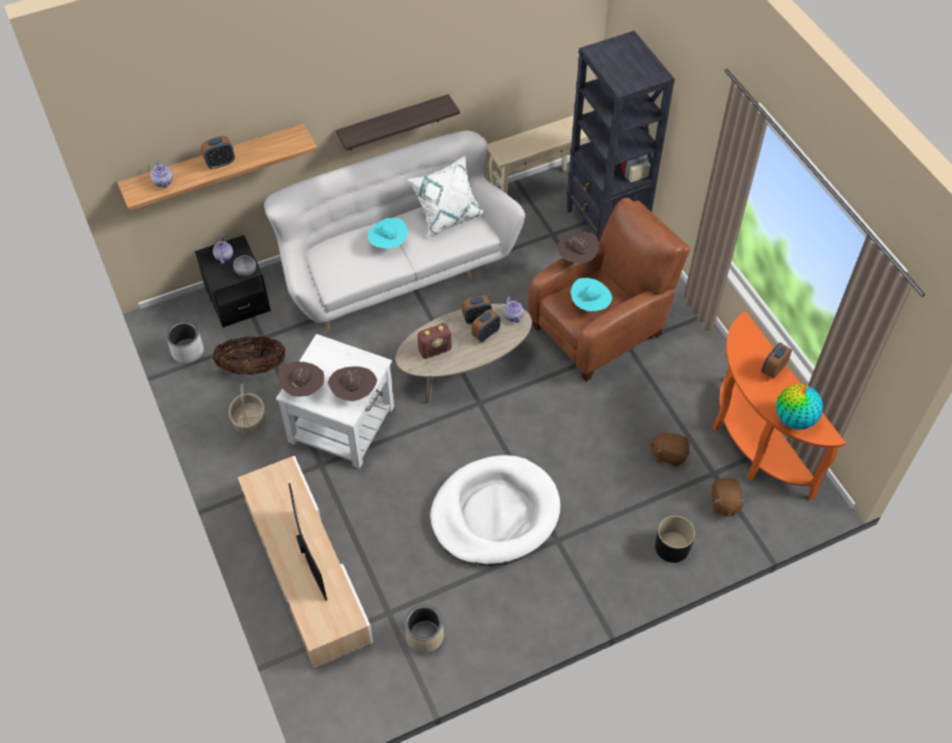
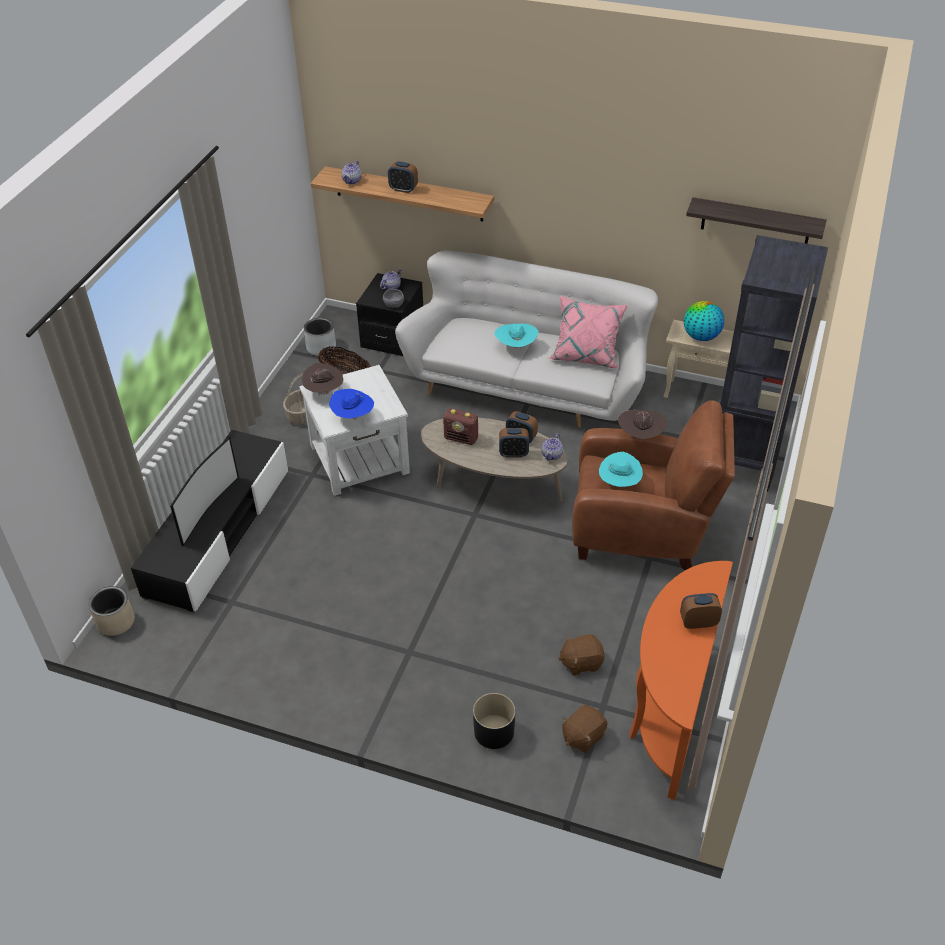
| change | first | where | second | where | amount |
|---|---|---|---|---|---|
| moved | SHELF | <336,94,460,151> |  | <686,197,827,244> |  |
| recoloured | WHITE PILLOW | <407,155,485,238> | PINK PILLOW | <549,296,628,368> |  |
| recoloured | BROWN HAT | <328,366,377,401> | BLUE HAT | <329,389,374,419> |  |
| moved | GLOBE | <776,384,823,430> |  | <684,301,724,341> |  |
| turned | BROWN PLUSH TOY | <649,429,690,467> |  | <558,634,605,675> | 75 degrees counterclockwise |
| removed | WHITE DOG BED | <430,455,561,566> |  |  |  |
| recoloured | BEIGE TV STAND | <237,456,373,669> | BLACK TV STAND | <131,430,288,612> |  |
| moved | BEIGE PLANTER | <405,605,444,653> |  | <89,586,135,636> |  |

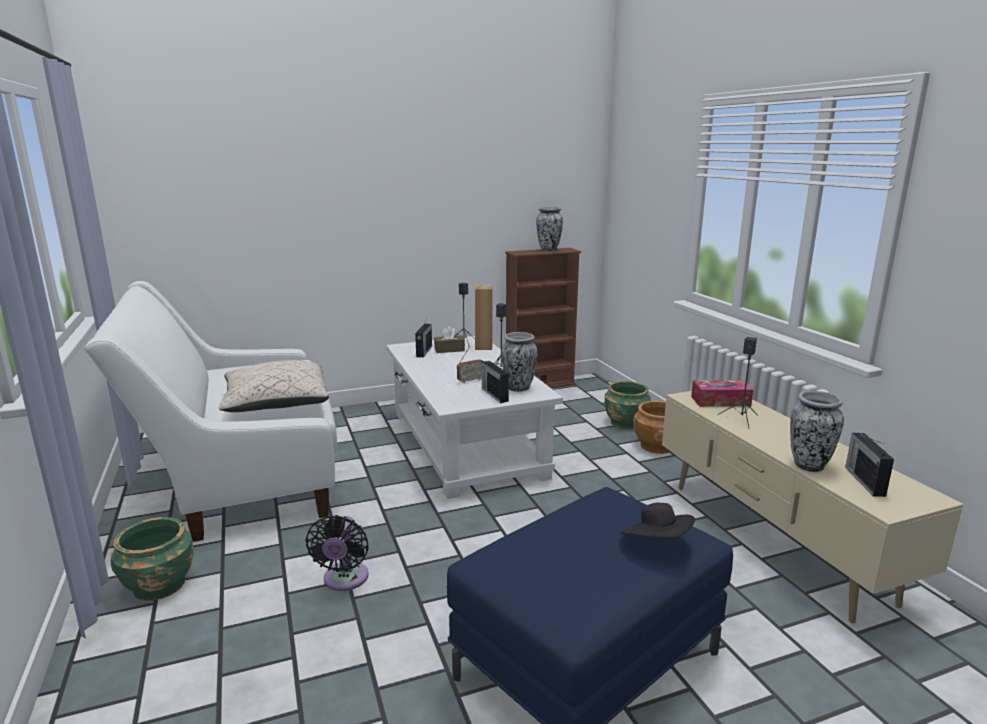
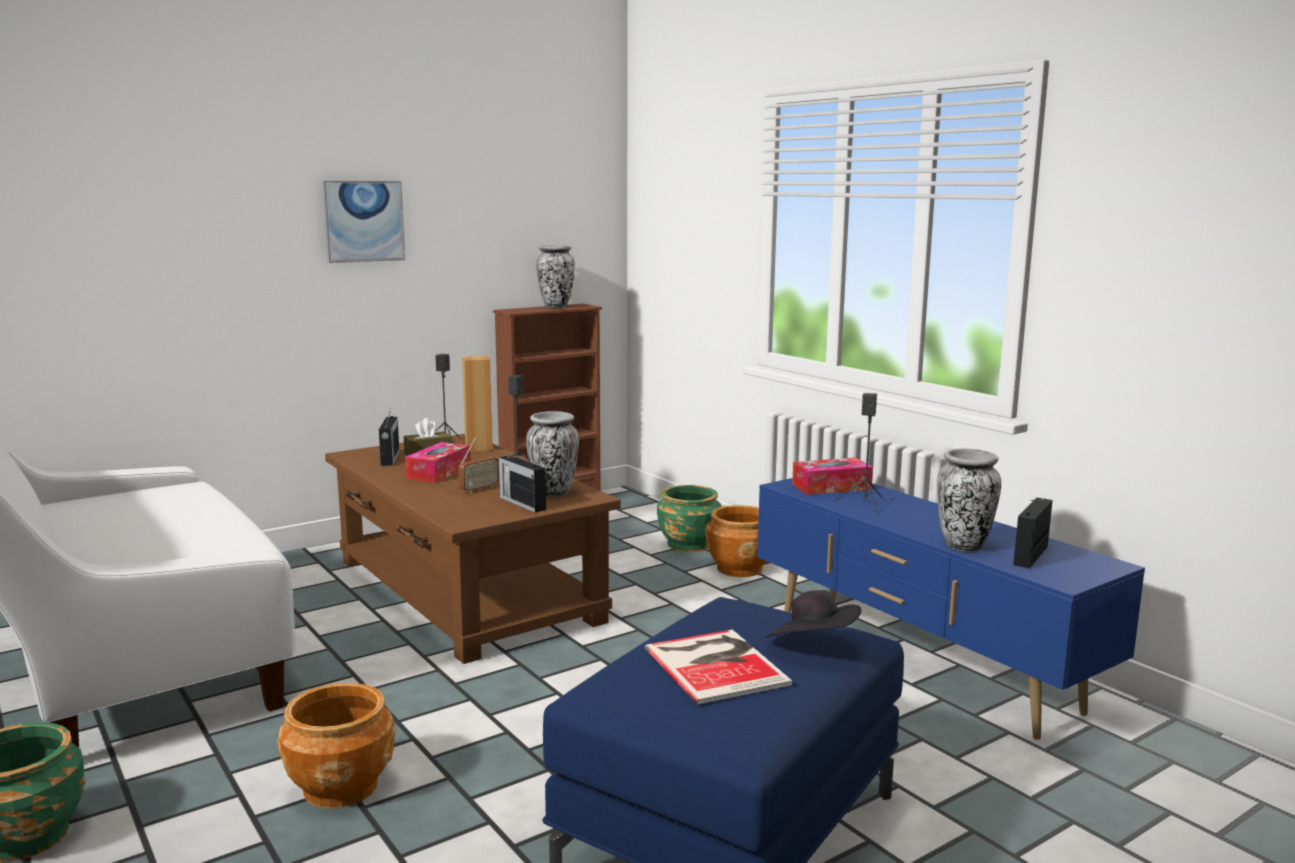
| change | first | where | second | where | amount |
|---|---|---|---|---|---|
| recoloured | WHITE COFFEE TABLE | <386,336,563,499> | BROWN COFFEE TABLE | <325,434,621,664> |  |
| removed | BEIGE PILLOW | <219,360,329,412> |  |  |  |
| recoloured | BEIGE TV STAND | <662,391,964,623> | BLUE TV STAND | <757,478,1145,740> |  |
| turned | RADIO | <845,433,894,497> |  | <1013,498,1053,568> | 45 degrees clockwise |
| replaced | BLACK FAN | <305,515,369,591> | BROWN PLANTER | <277,683,395,808> |  |
| added |  |  | PICTURE | <322,181,405,263> |  |
| added |  |  | TISSUE BOX | <405,442,470,483> |  |
| added |  |  | BOOK | <645,629,792,704> |  |

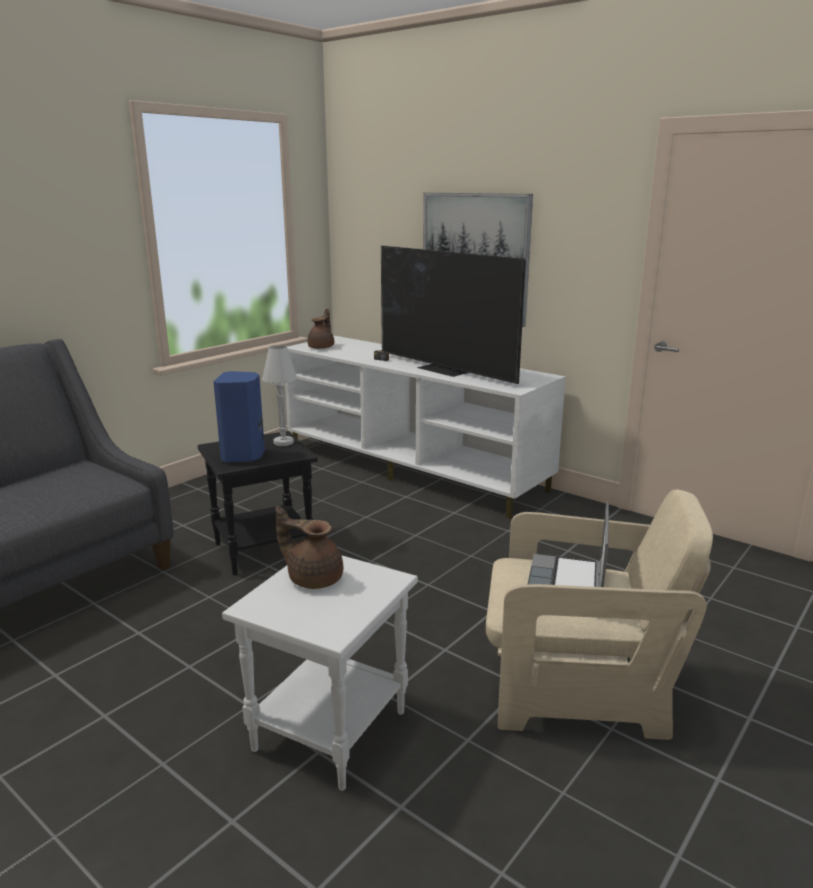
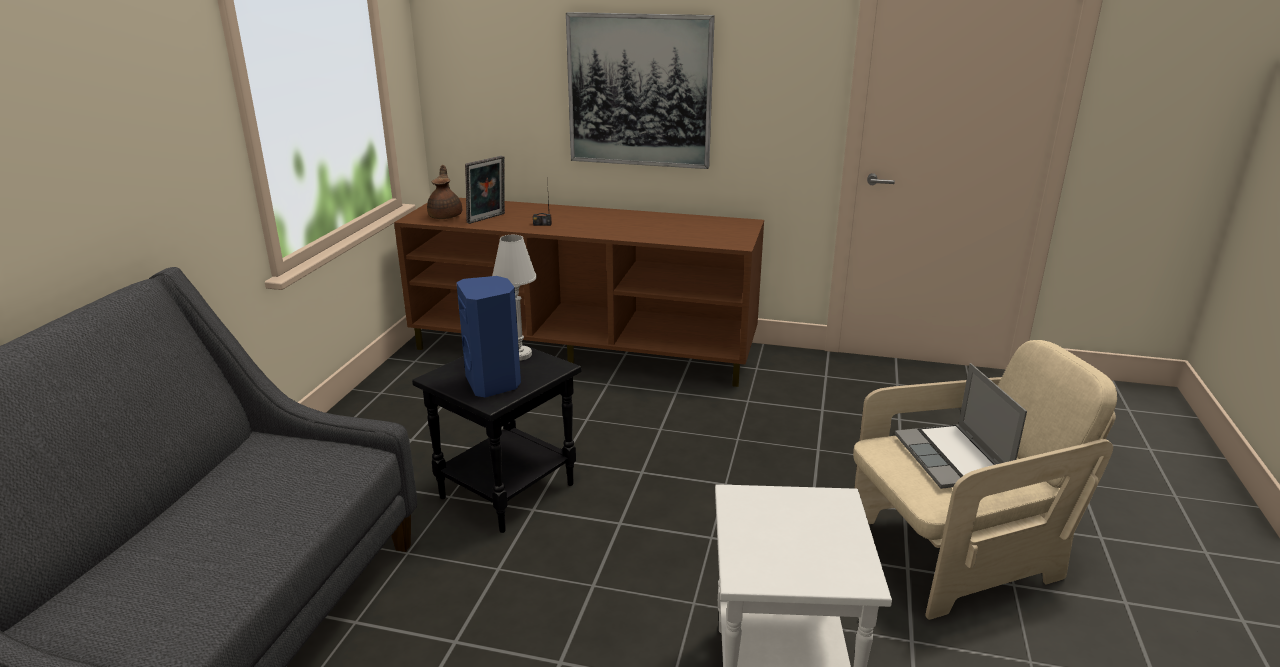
| change | first | where | second | where | amount |
|---|---|---|---|---|---|
| removed | TELEVISION | <381,246,526,384> |  |  |  |
| recoloured | WHITE TV STAND | <285,336,566,519> | BROWN TV STAND | <394,198,764,387> |  |
| removed | BROWN TEAPOT | <276,506,343,589> |  |  |  |
| added |  |  | PICTURE FRAME | <465,156,505,224> |  |

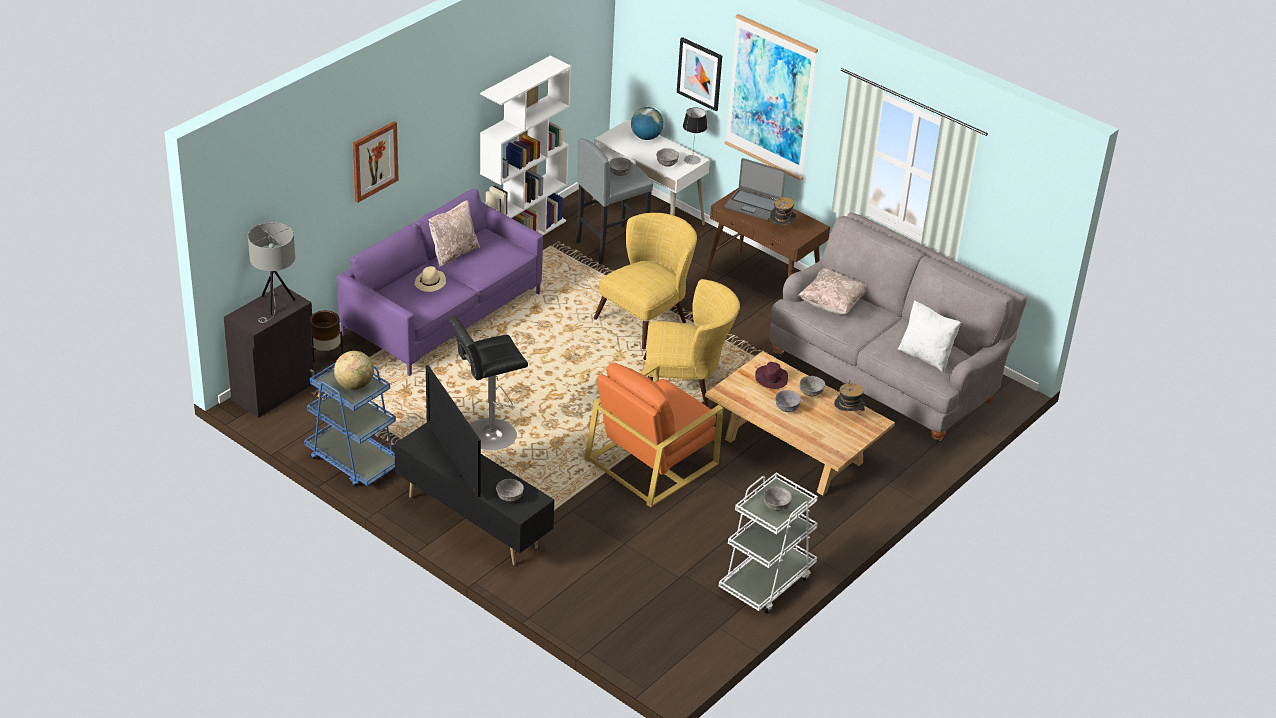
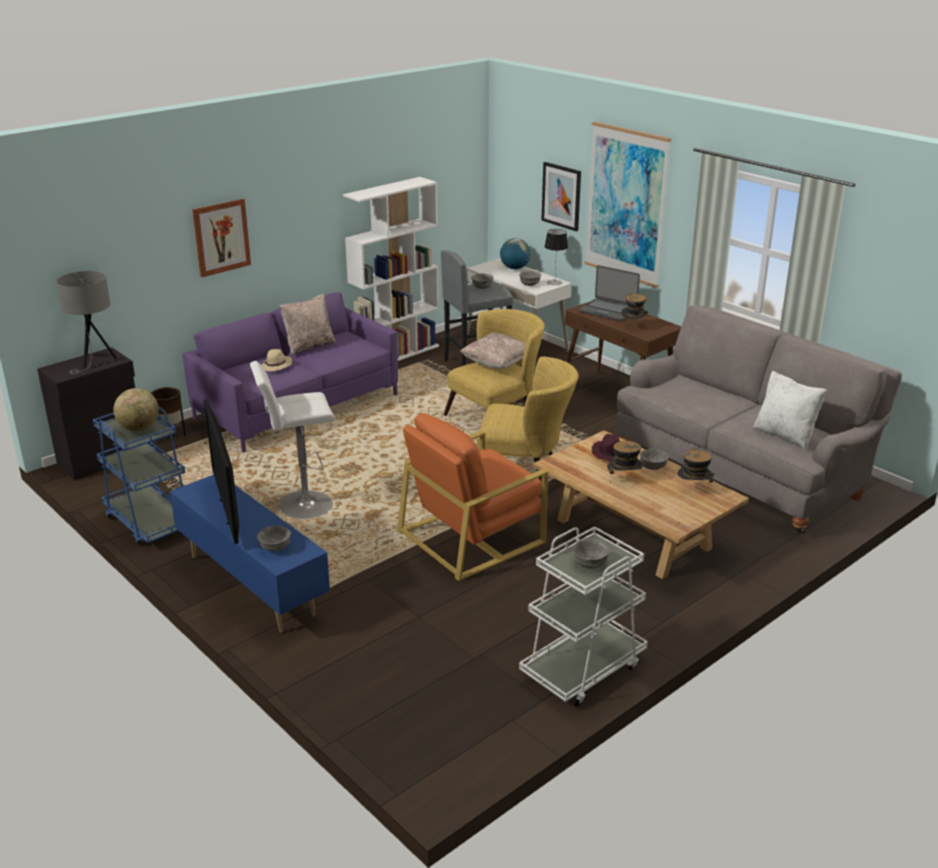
| change | first | where | second | where | amount |
|---|---|---|---|---|---|
| moved | BEIGE PILLOW | <798,268,868,315> |  | <460,333,526,369> |  |
| recoloured | BLACK STOOL | <449,316,528,451> | WHITE STOOL | <250,361,335,519> |  |
| replaced | GREY BOWL | <775,390,801,412> | HAT | <607,441,643,483> |  |
| recoloured | BLACK TV STAND | <394,422,554,565> | BLUE TV STAND | <170,475,330,633> |  |

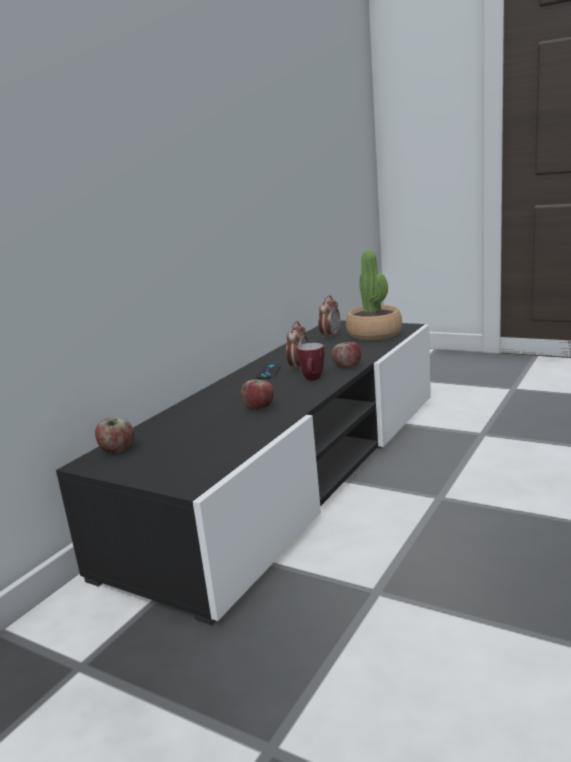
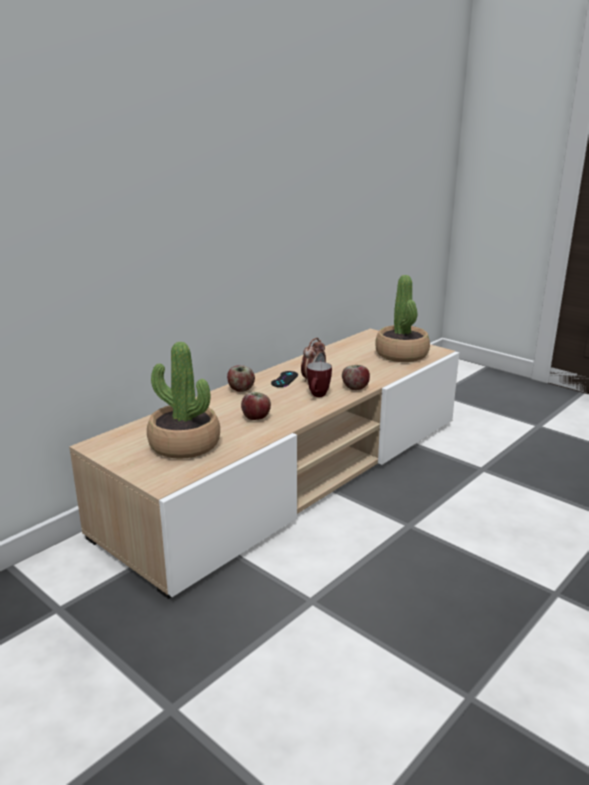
| change | first | where | second | where | amount |
|---|---|---|---|---|---|
| removed | ALARM CLOCK | <318,296,340,339> |  |  |  |
| recoloured | BLACK TV STAND | <56,320,431,625> | BEIGE TV STAND | <69,329,459,599> |  |
| moved | APPLE | <95,417,134,453> |  | <227,365,255,392> |  |
| added |  |  | POTTED PLANT | <147,342,220,459> |  |

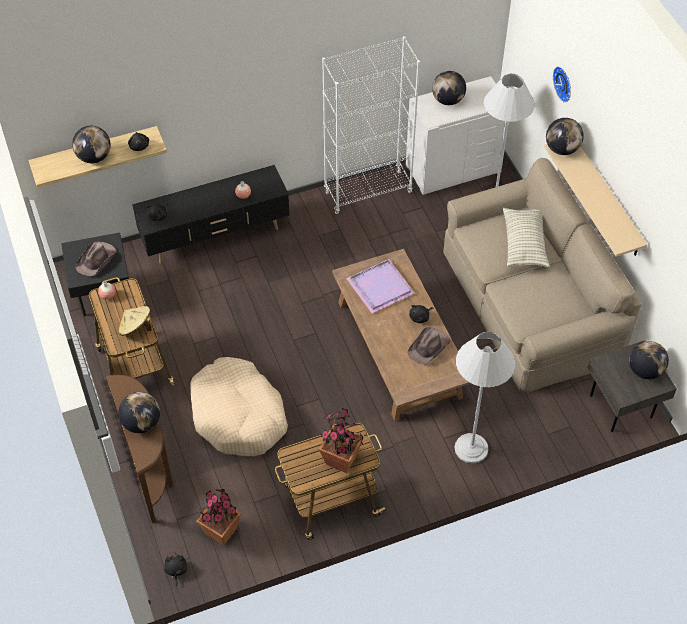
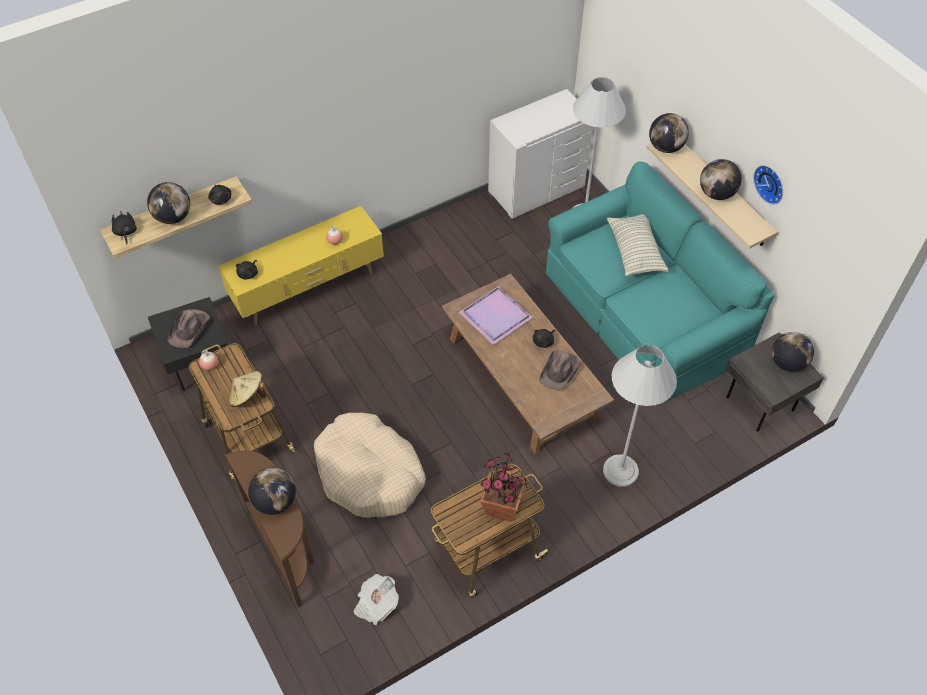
| change | first | where | second | where | amount |
|---|---|---|---|---|---|
| removed | WHITE BOOKCASE | <322,36,420,214> |  |  |  |
| moved | WALL CLOCK | <553,66,571,103> |  | <753,165,783,205> |  |
| moved | GLOBE | <432,71,466,105> |  | <700,159,742,200> |  |
| recoloured | BEIGE SOFA | <443,158,642,392> | TURQUOISE SOFA | <546,161,774,403> |  |
| recoloured | BLACK TV STAND | <132,165,289,264> | YELLOW TV STAND | <218,206,384,325> |  |
| replaced | POTTED PLANT | <196,489,241,546> | NEWSPAPER | <354,574,399,625> |  |
| moved | BLACK PLUSH TOY | <164,552,187,587> |  | <112,211,137,245> |  |

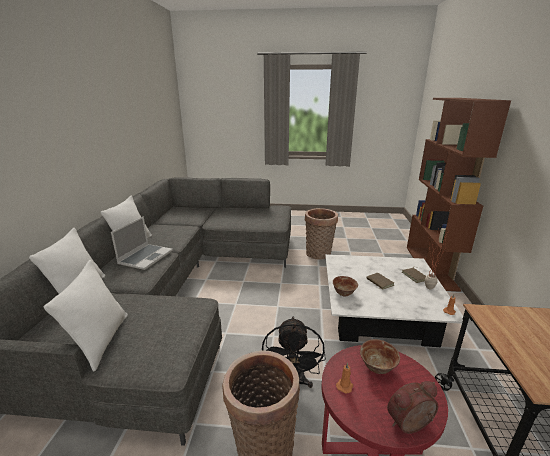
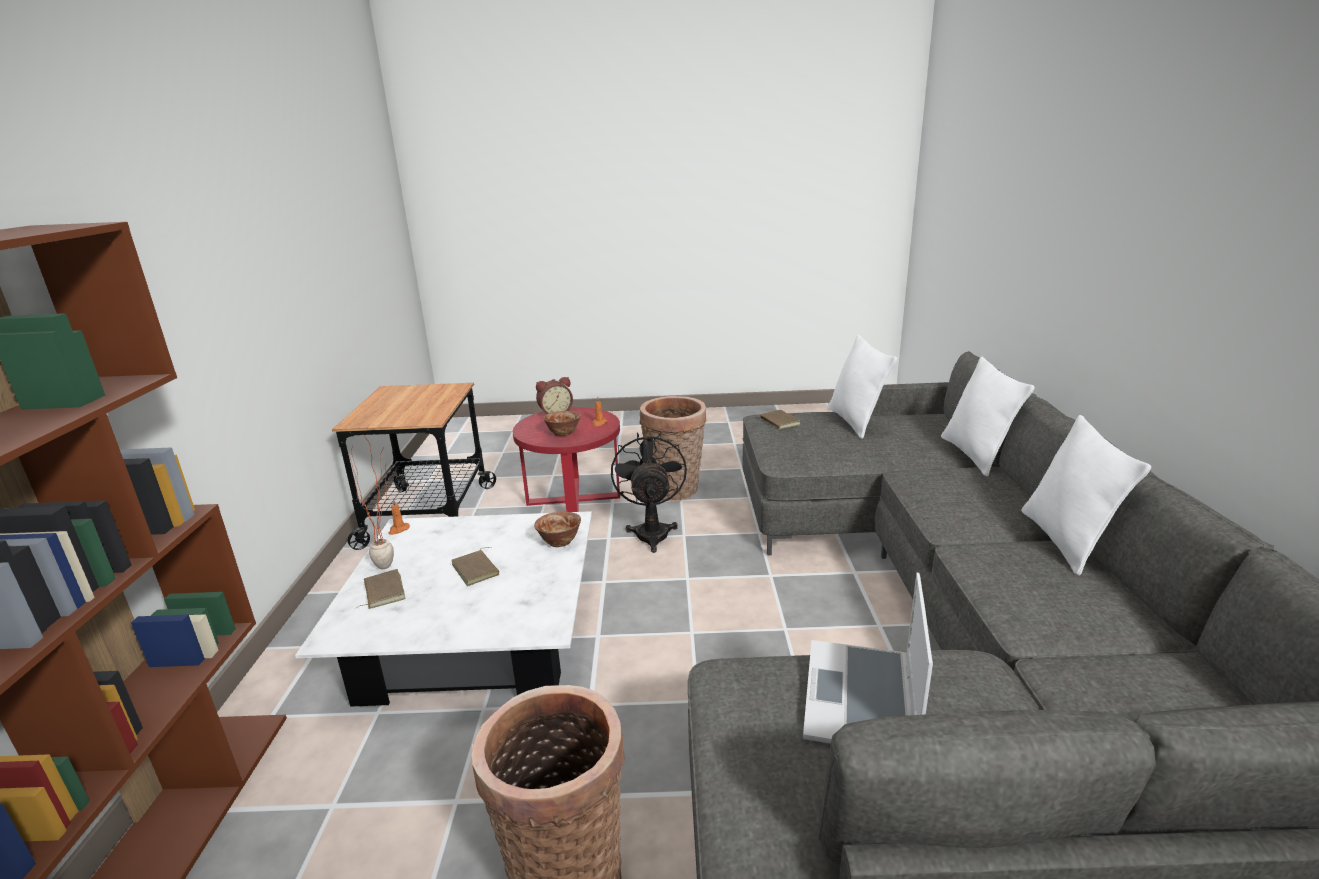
| change | first | where | second | where | amount |
|---|---|---|---|---|---|
| moved | LAPTOP | <111,217,173,270> |  | <803,572,933,744> |  |
| added |  |  | BROWN BOOK | <760,410,800,429> |  |

